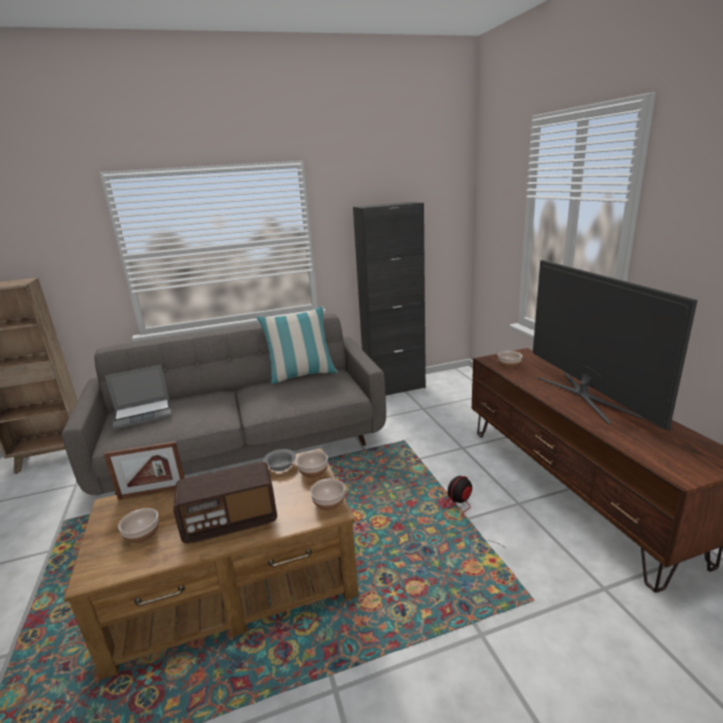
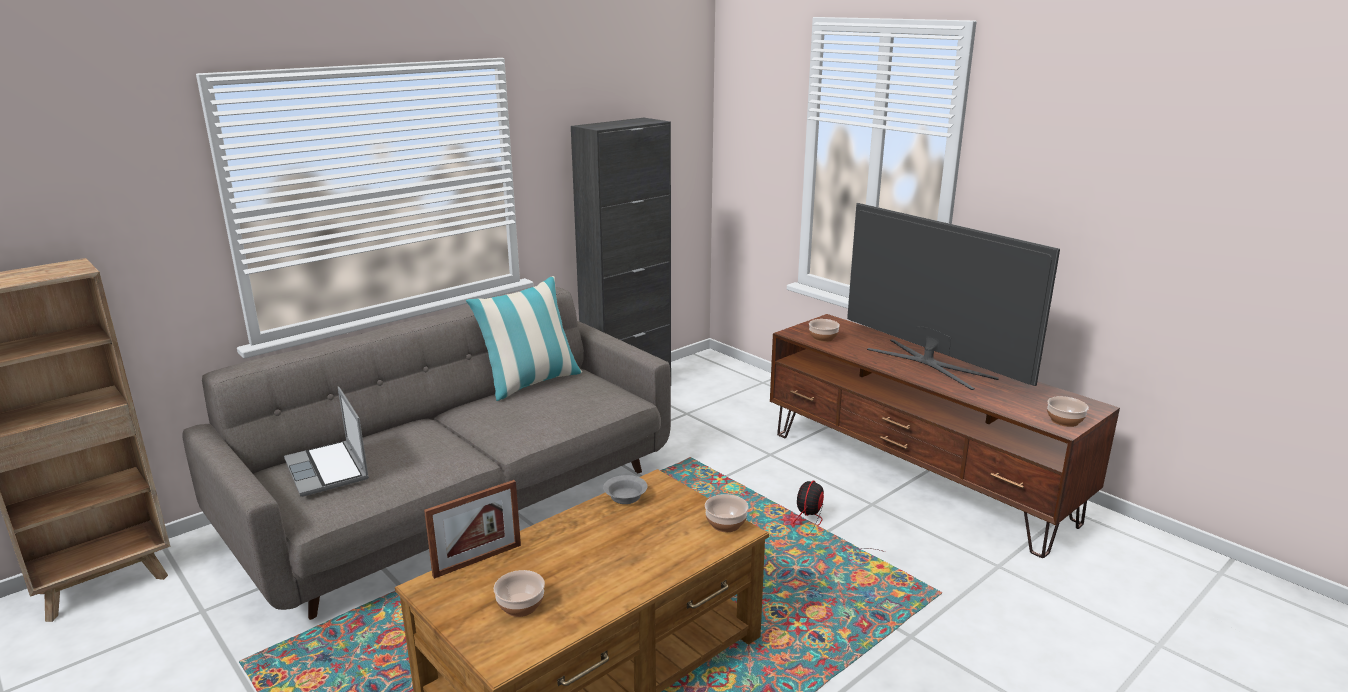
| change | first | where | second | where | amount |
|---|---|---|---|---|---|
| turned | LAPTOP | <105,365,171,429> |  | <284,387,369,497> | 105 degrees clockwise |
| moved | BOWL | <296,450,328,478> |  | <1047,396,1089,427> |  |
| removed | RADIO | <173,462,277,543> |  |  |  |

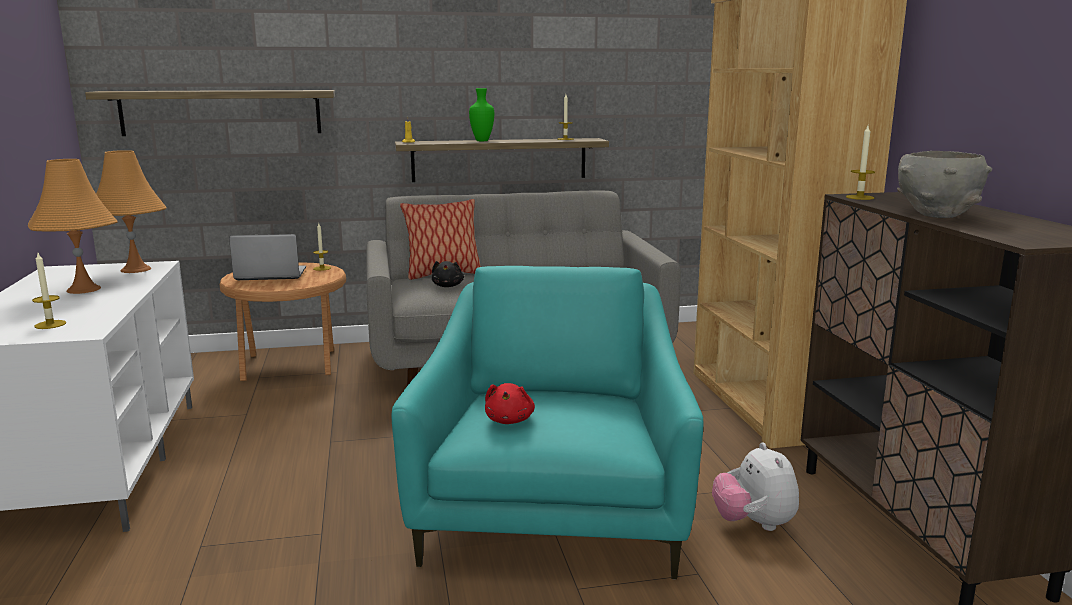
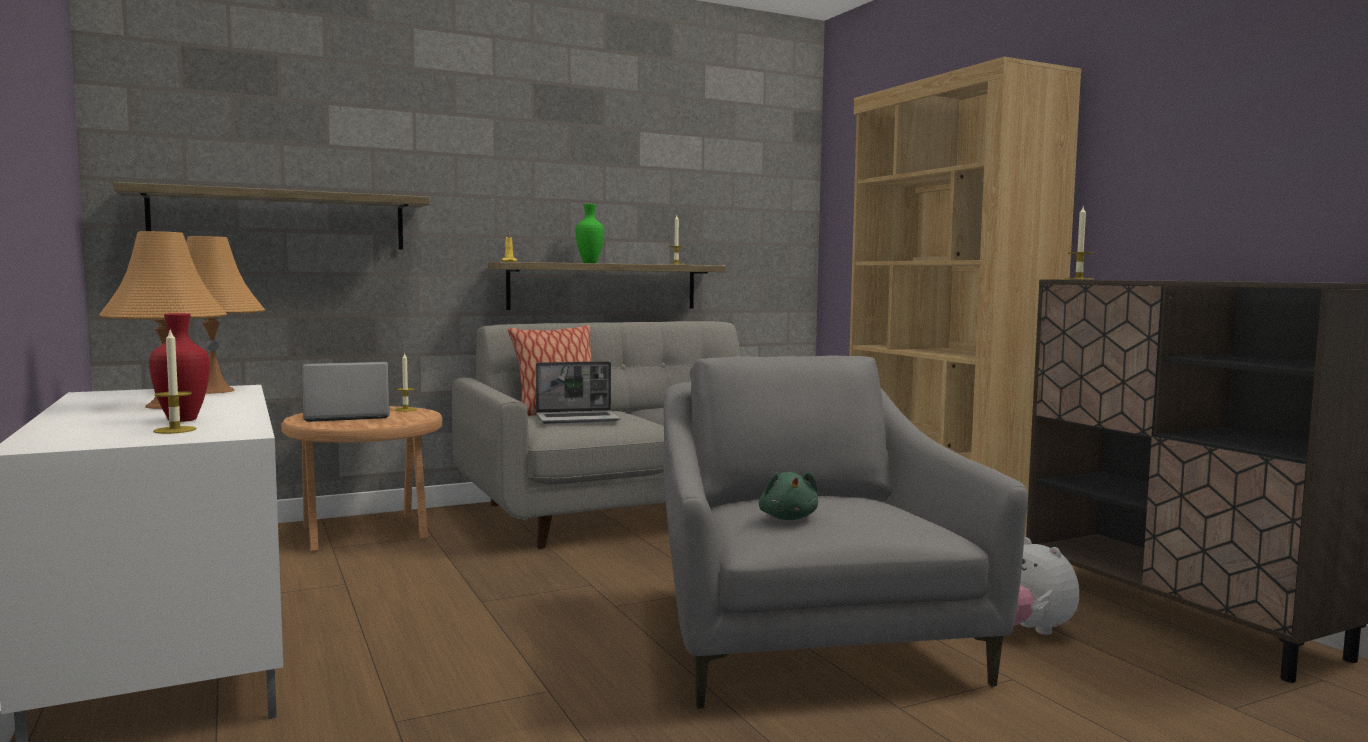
| change | first | where | second | where | amount |
|---|---|---|---|---|---|
| removed | GREY BOWL | <897,151,992,218> |  |  |  |
| replaced | BLACK PLUSH TOY | <432,261,464,287> | LAPTOP | <536,361,621,424> |  |
| recoloured | TURQUOISE ARMCHAIR | <392,266,703,579> | GREY ARMCHAIR | <663,356,1028,710> |  |
| recoloured | RED PLUSH TOY | <485,383,535,424> | GREEN PLUSH TOY | <759,472,818,520> |  |
| added |  |  | RED VASE | <149,313,210,422> |  |

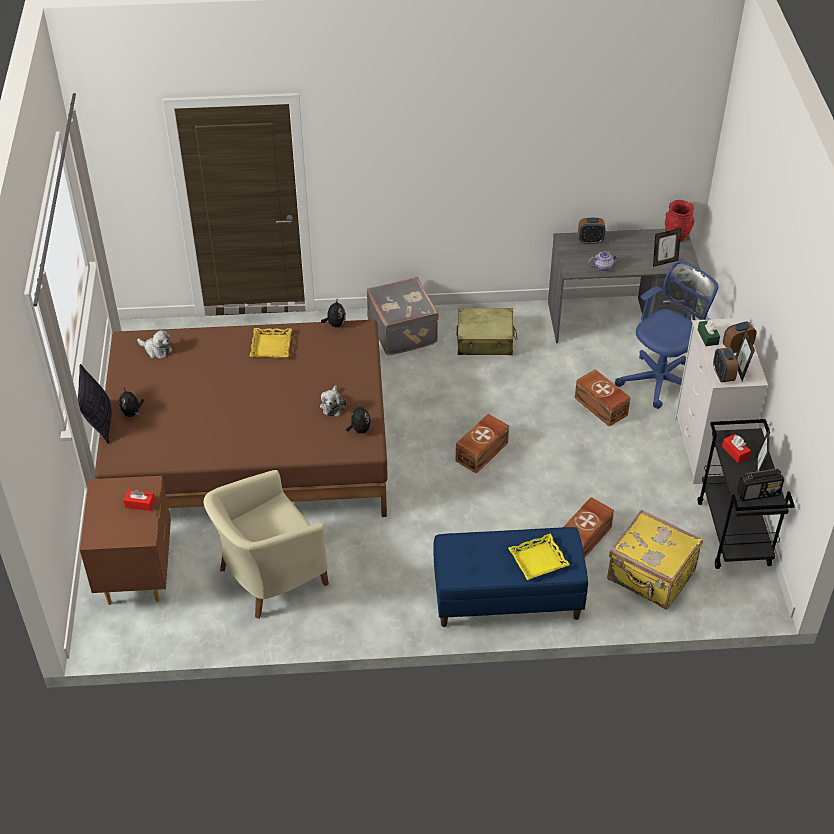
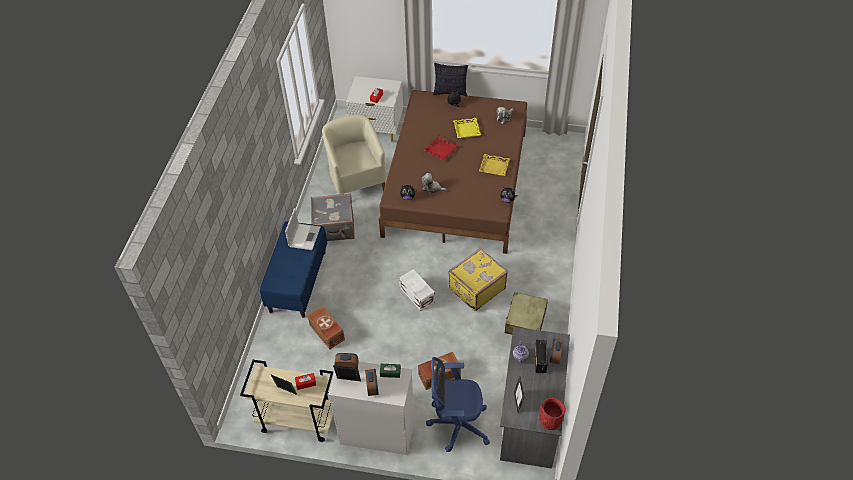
| change | first | where | second | where | amount |
|---|---|---|---|---|---|
| turned | BLUE OFFICE CHAIR | <615,260,718,409> |  | <426,357,490,452> | 120 degrees clockwise |
| moved | GREY SUITCASE | <367,277,439,356> |  | <311,193,355,241> |  |
| recoloured | BROWN STORAGE BOX | <455,414,509,474> | WHITE STORAGE BOX | <399,269,435,311> |  |
| recoloured | BLACK CART | <698,419,795,569> | BEIGE CART | <240,360,333,442> |  |
| moved | RADIO | <737,469,784,501> |  | <535,340,548,373> |  |
| recoloured | BROWN NIGHTSTAND | <80,476,171,605> | WHITE NIGHTSTAND | <346,76,403,142> |  |
| moved | YELLOW SUITCASE | <607,509,703,610> |  | <449,248,508,311> |  |
| moved | YELLOW TRAY | <508,534,570,580> |  | <453,118,481,138> |  |
| added |  |  | RED TRAY | <423,136,458,160> |  |
| added |  |  | LAPTOP | <285,208,321,250> |  |

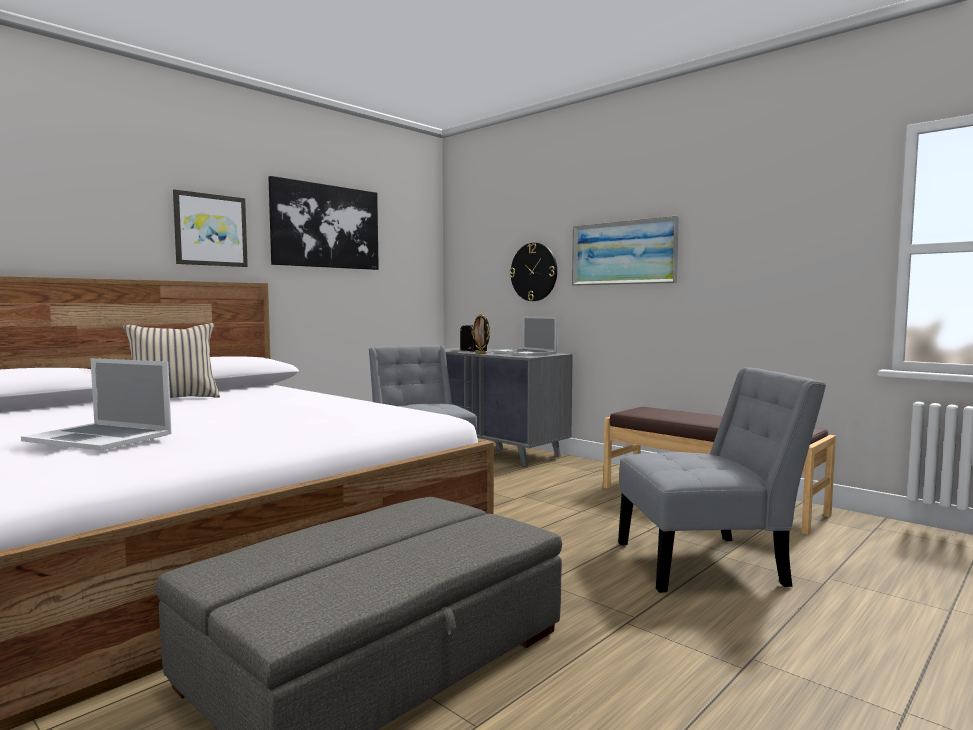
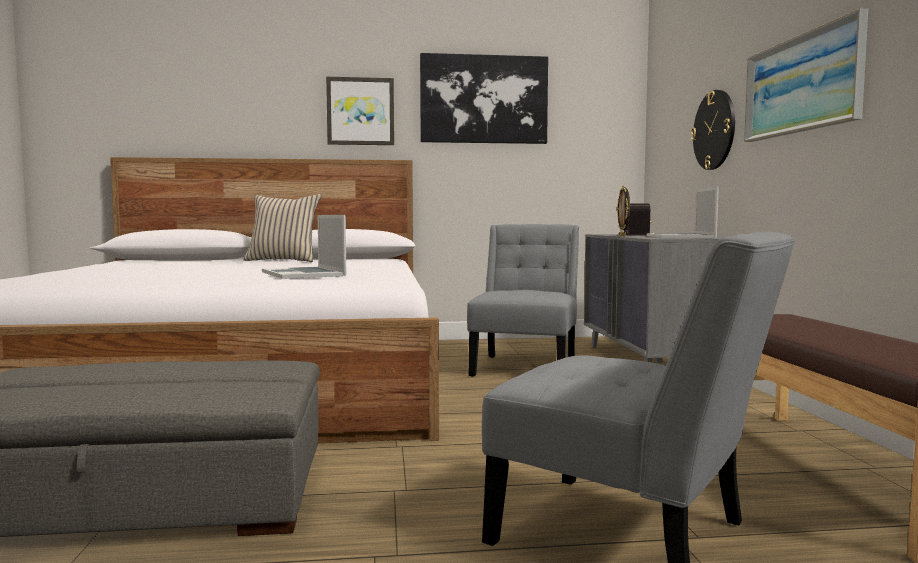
| change | first | where | second | where | amount |
|---|---|---|---|---|---|
| moved | LAPTOP | <21,358,172,451> |  | <262,215,347,279> |  |

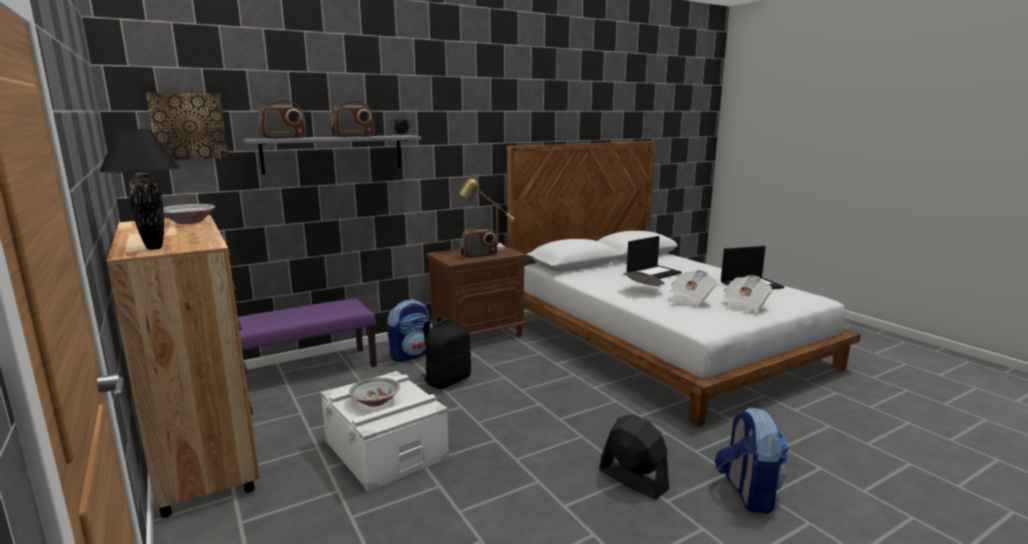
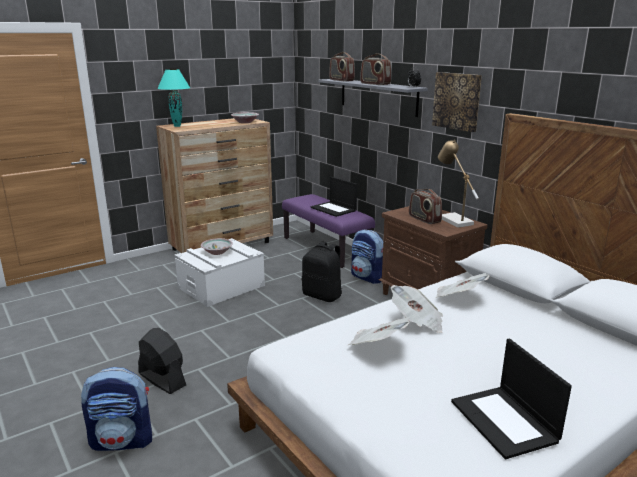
| change | first | where | second | where | amount |
|---|---|---|---|---|---|
| moved | PICTURE | <146,93,229,160> |  | <432,72,482,132> |  |
| recoloured | BLACK TABLE LAMP | <99,129,180,250> | TURQUOISE TABLE LAMP | <157,69,190,127> |  |
| moved | LAPTOP | <627,236,682,279> |  | <310,177,357,217> |  |
| moved | NEWSPAPER | <724,275,773,312> |  | <436,273,489,298> |  |
| turned | BLACK FAN | <599,415,669,499> |  | <138,328,186,394> | 90 degrees counterclockwise |

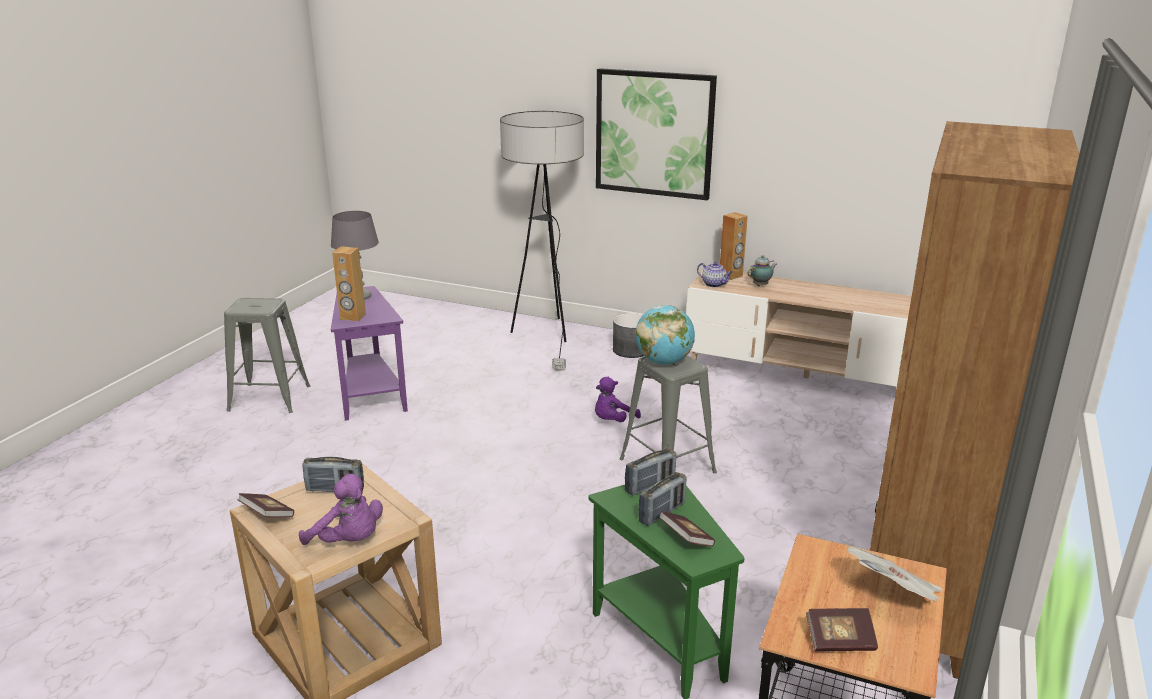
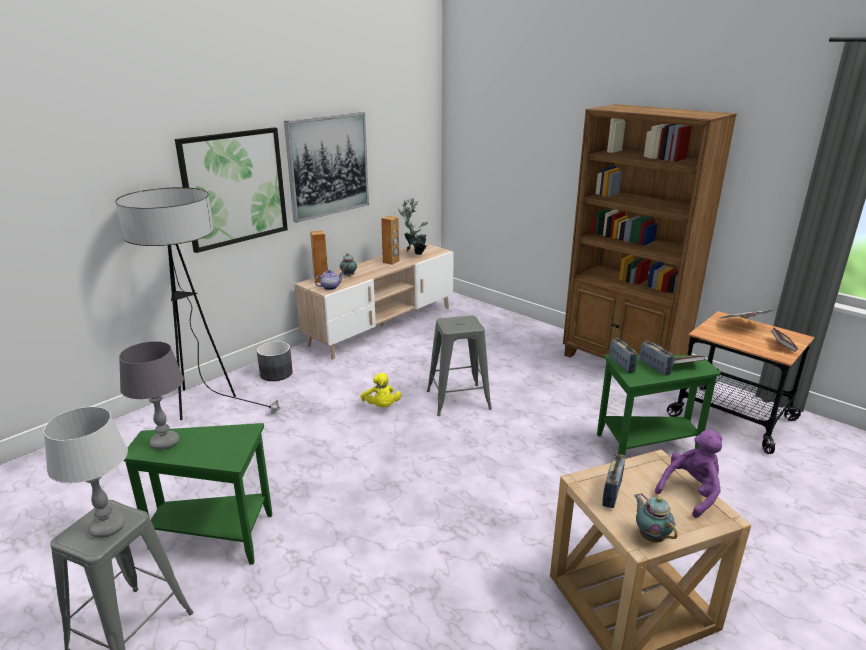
| change | first | where | second | where | amount |
|---|---|---|---|---|---|
| moved | BROWN SPEAKER | <332,246,366,321> |  | <381,216,400,265> |  |
| recoloured | PURPLE SIDE TABLE | <331,286,408,421> | GREEN SIDE TABLE | <124,423,272,565> |  |
| removed | GLOBE | <635,305,695,365> |  |  |  |
| recoloured | PURPLE PLUSH TOY | <595,377,641,422> | YELLOW PLUSH TOY | <360,373,401,407> |  |
| replaced | BOOK | <237,493,294,518> | TEAPOT | <634,493,677,542> |  |
| added |  |  | PICTURE | <284,112,369,223> |  |
| added |  |  | POTTED PLANT | <398,198,428,255> |  |
| added |  |  | GREY TABLE LAMP | <43,407,128,538> |  |

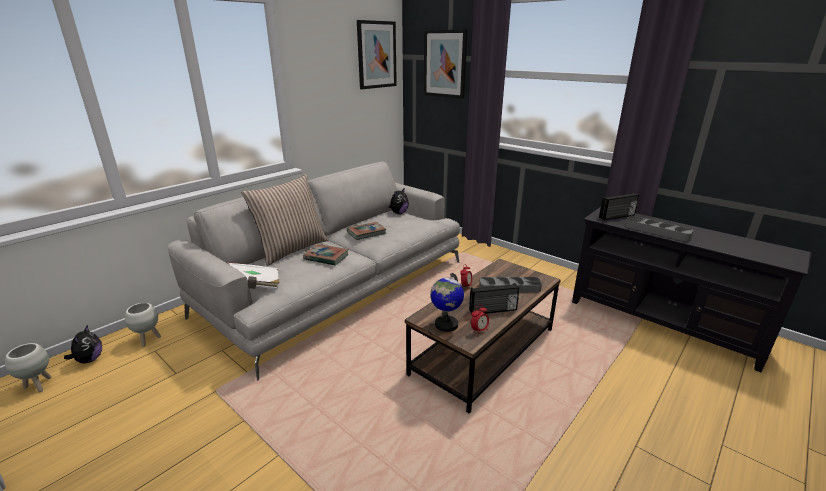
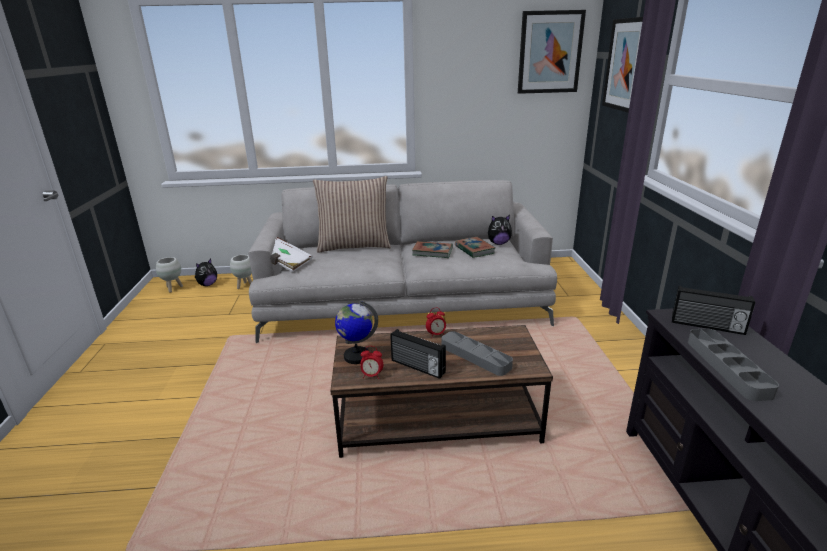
| change | first | where | second | where | amount |
|---|---|---|---|---|---|
| moved | BOOK | <303,244,349,266> |  | <455,237,495,258> |  |

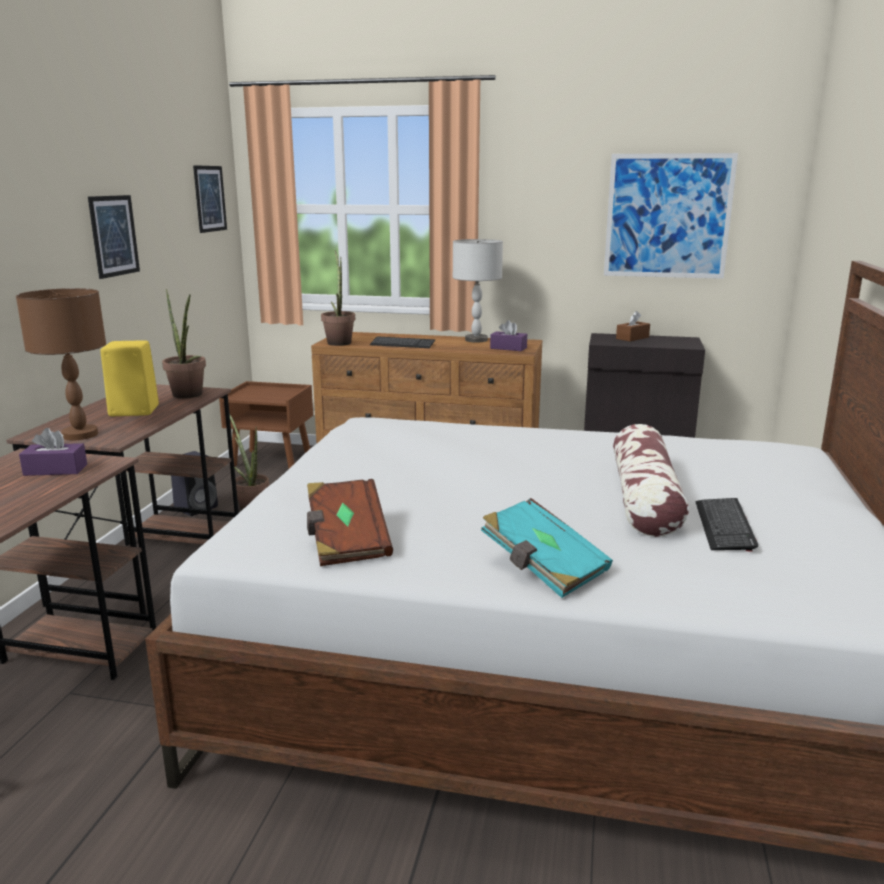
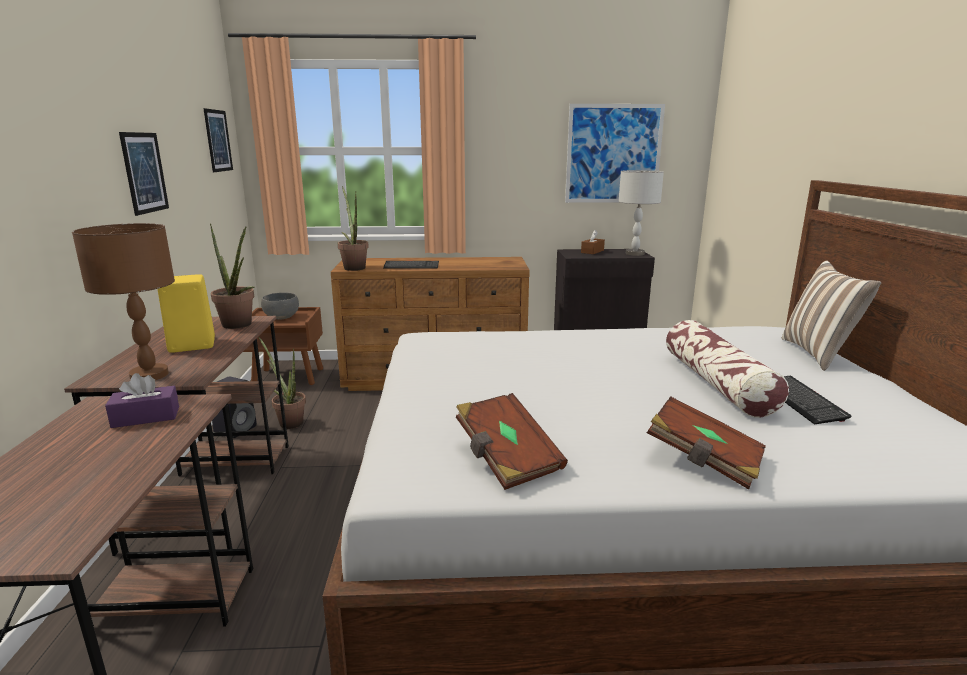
| change | first | where | second | where | amount |
|---|---|---|---|---|---|
| moved | GREY TABLE LAMP | <453,239,503,343> |  | <618,170,664,256> |  |
| removed | PURPLE TISSUE BOX | <490,320,527,351> |  |  |  |
| recoloured | TURQUOISE BOOK | <481,498,613,598> | BROWN BOOK | <647,396,766,490> |  |
| added |  |  | PILLOW | <782,260,881,371> |  |
| added |  |  | GREY BOWL | <261,292,299,320> |  |

